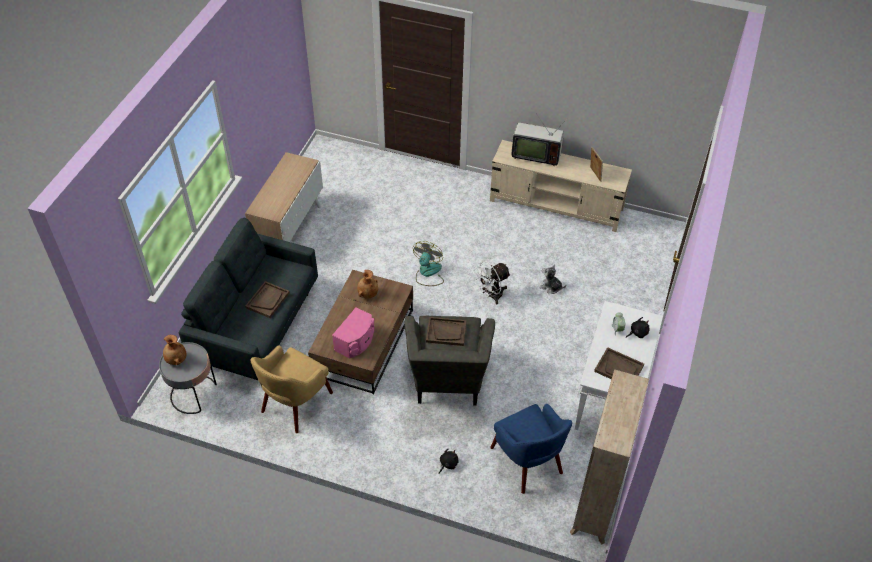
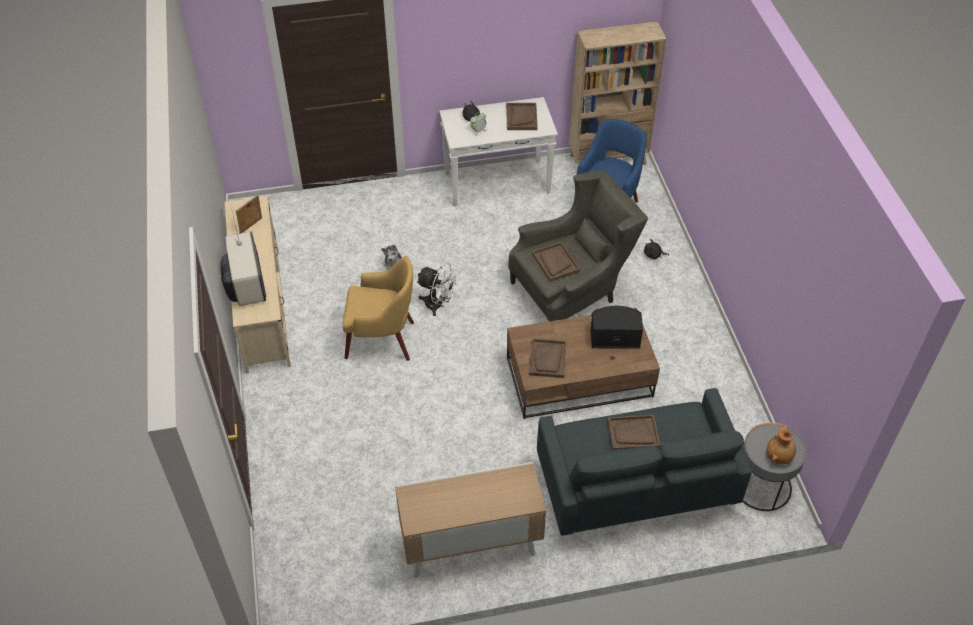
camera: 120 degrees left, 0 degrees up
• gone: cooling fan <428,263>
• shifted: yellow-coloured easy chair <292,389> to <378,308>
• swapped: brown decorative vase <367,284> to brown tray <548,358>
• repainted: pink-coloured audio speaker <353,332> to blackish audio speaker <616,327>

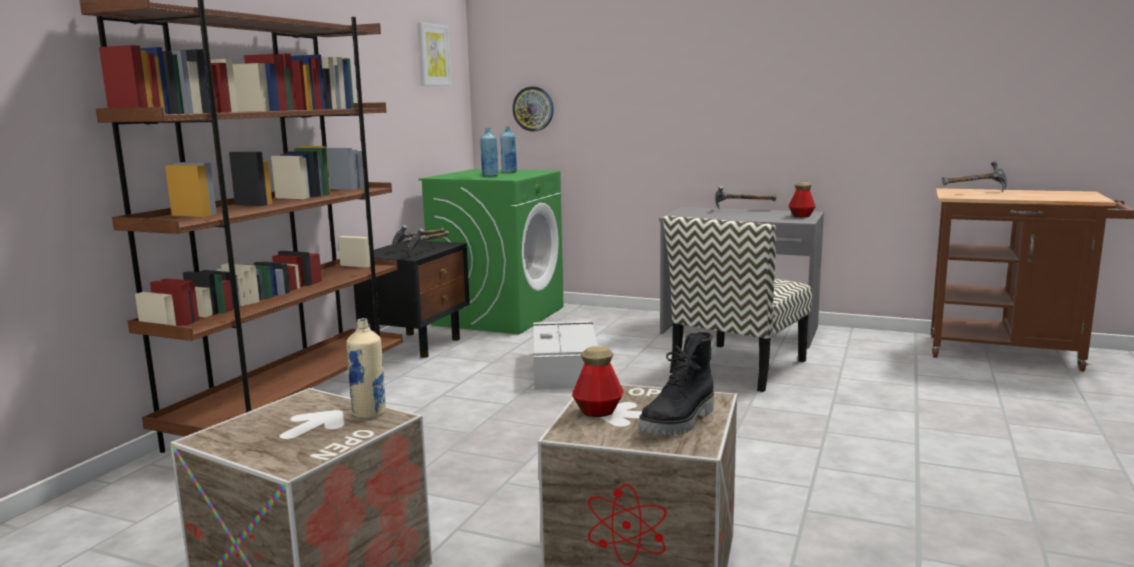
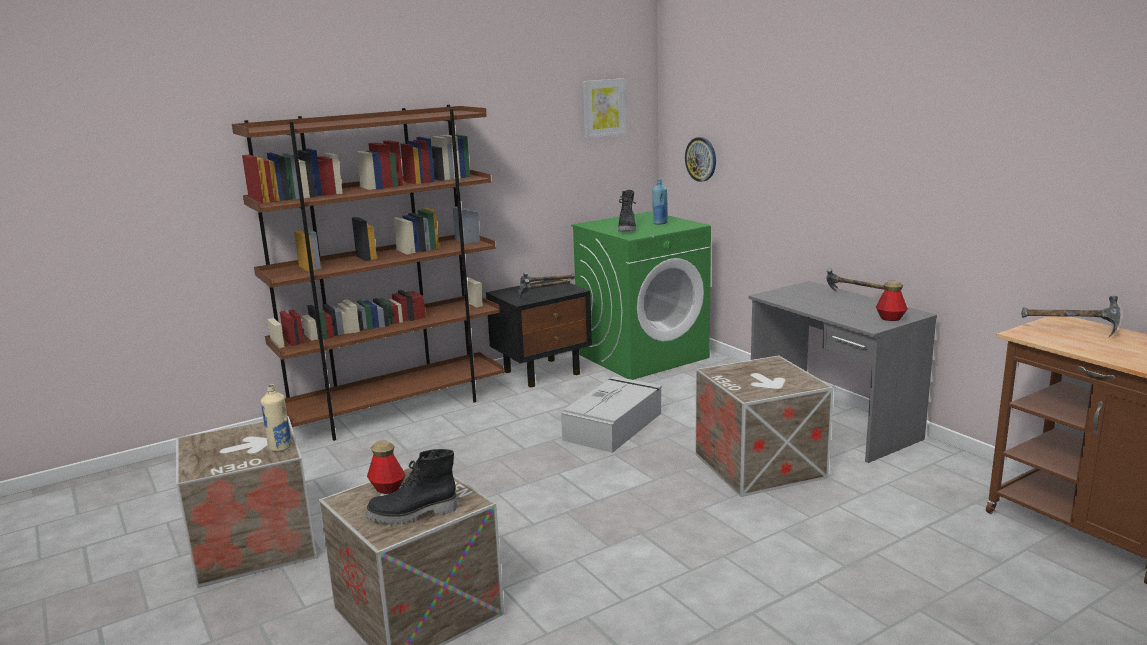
camera: 35 degrees right, 5 degrees up
• swapped: blue-coloured beverage bottle <489,152> to blackish boot <627,210>
• swapped: upright chair <737,304> to crate <764,426>

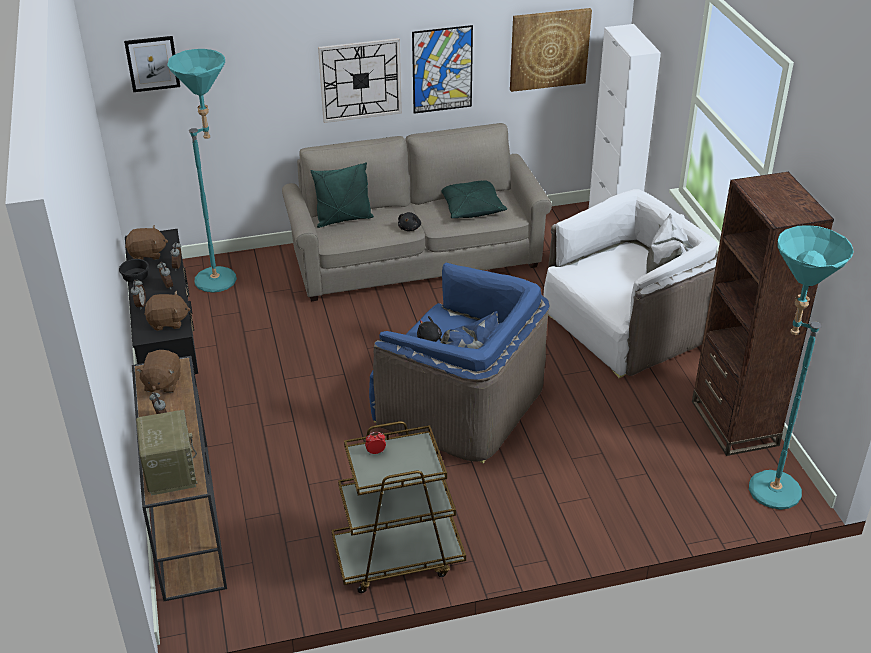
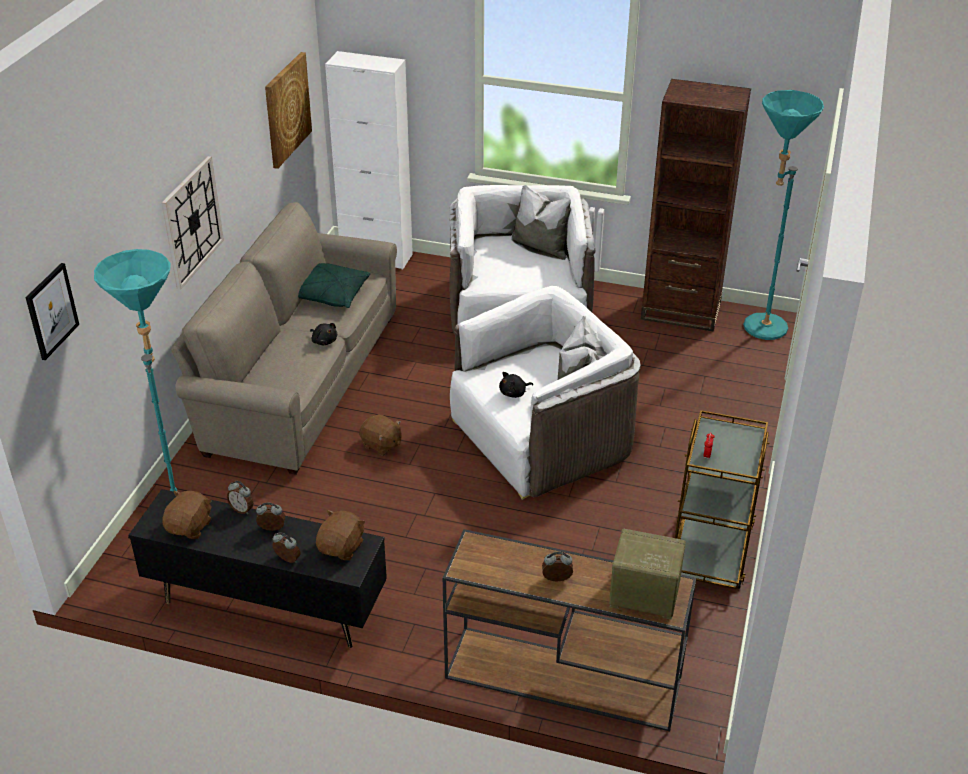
camera: 60 degrees left, 0 degrees up
• gone: blackish deep dish <134,270>
• gone: green-coloured pillow <342,195>
• gone: wall art <442,69>
• shifted: brown cuddly toy <158,371> to <380,435>
• repainted: blue-coloured easy chair <459,363> to whitish easy chair <545,393>

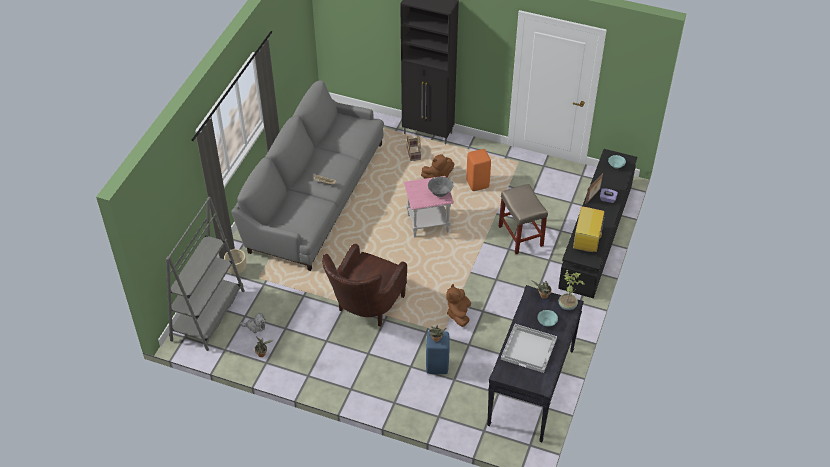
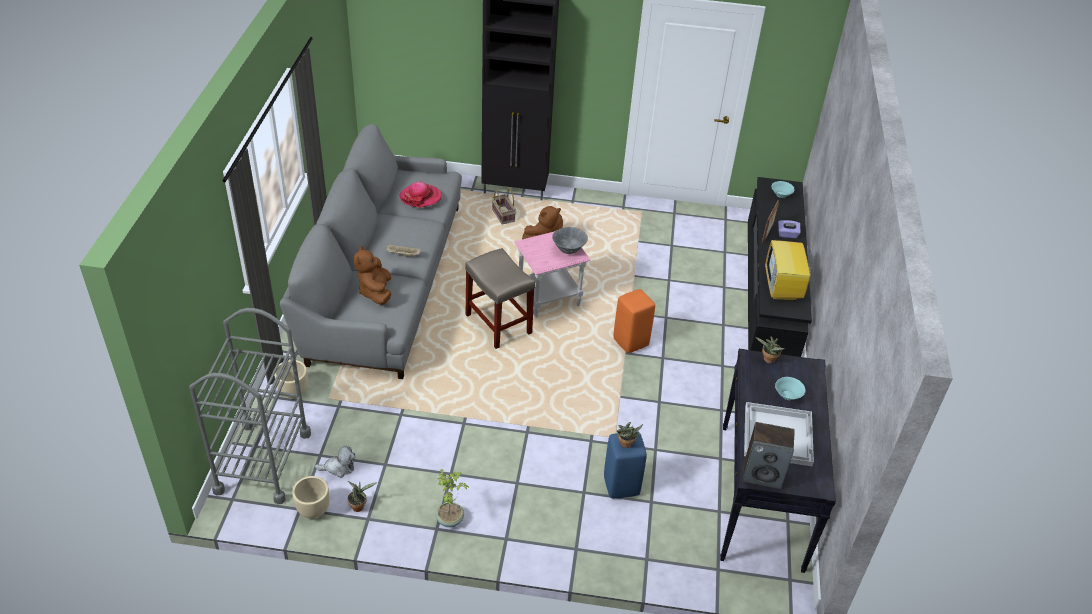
camera: 15 degrees left, 5 degrees down
• gone: brown easy chair <364,285>
• new: beige-coloured flower pot <310,497>
• new: hat <420,195>
• new: audio speaker <769,455>
• shifted: brown cuddly toy <458,305> to <372,275>
• shifted: orange stool seat <478,170> to <634,321>
• shifted: beige-coloured stool seat <523,219> to <500,298>
• shifted: potted plant <571,290> to <452,498>
• swapped: greyish shelving unit <205,274> to greyish wheeled cart <250,406>

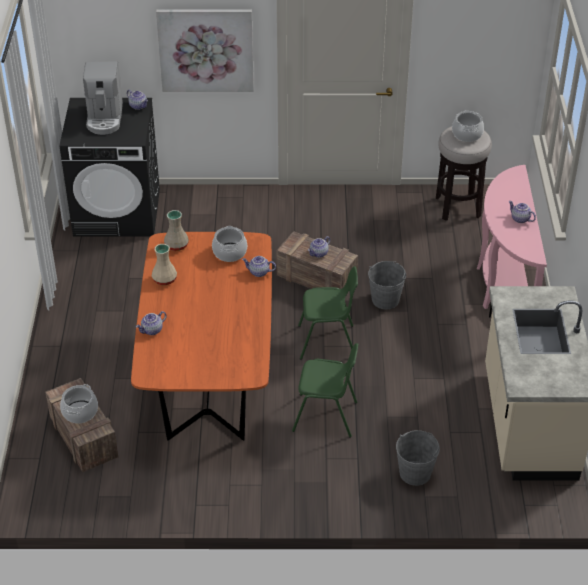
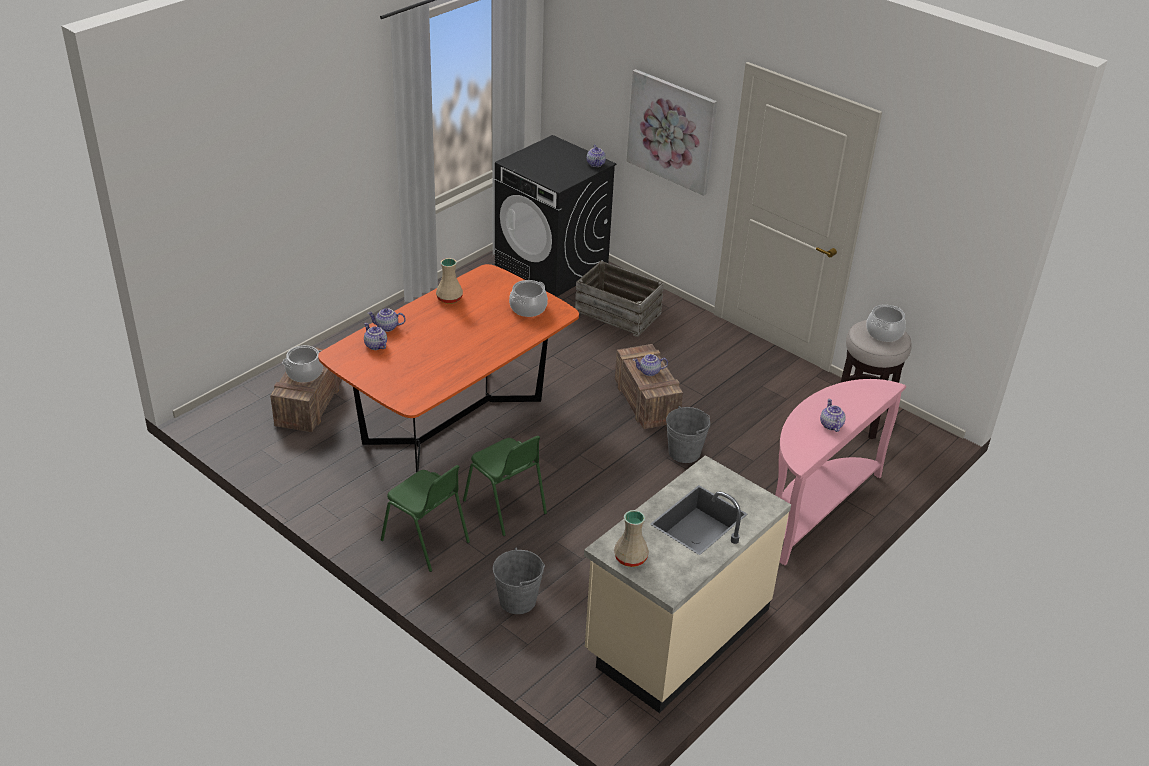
camera: 40 degrees right, 5 degrees down
• gone: coffee maker <103,98>
• new: crate <619,299>
• shifted: beige-coloured decorative vase <176,230> to <631,538>
• shifted: teapot <259,266> to <375,336>
• shifted: green-coloured upright chair <328,313> to <425,518>

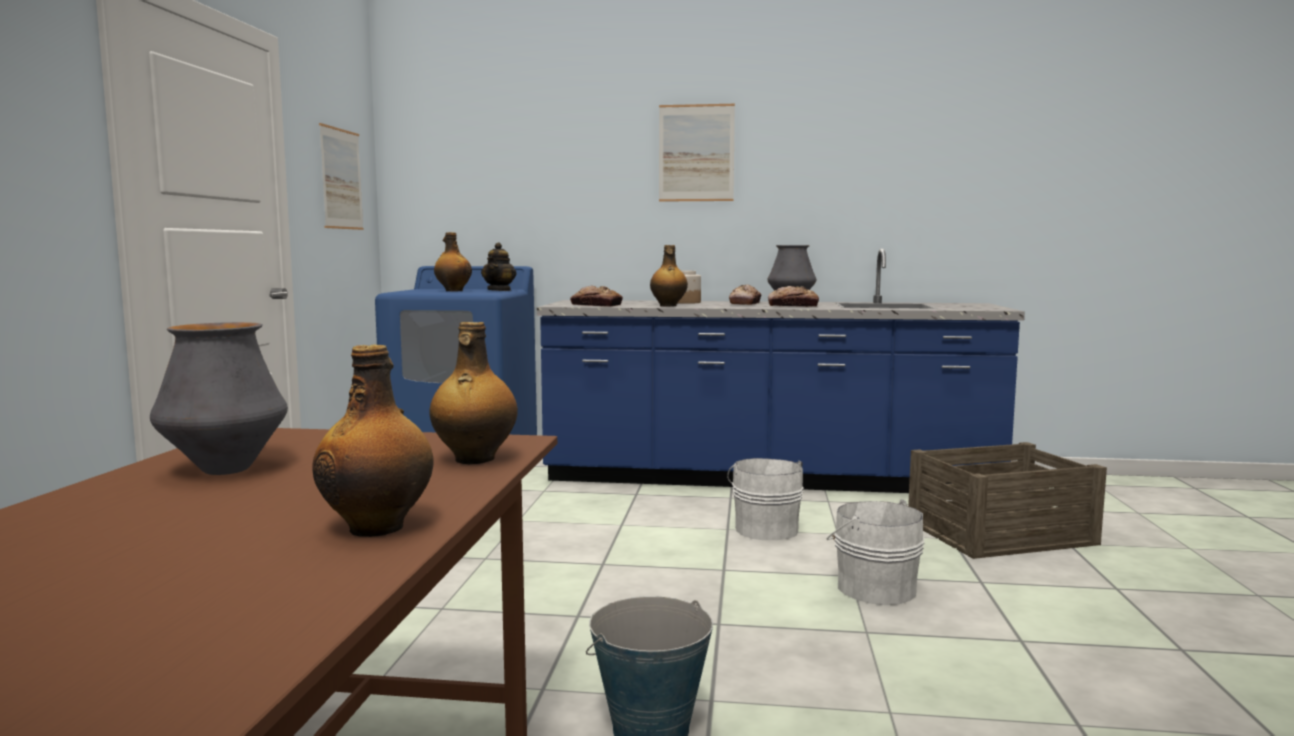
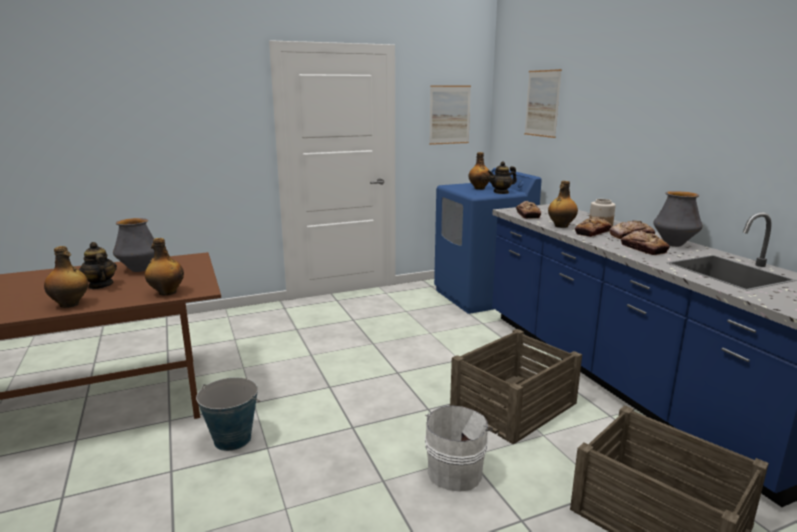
camera: 60 degrees right, 10 degrees up
• new: teapot <98,265>
• new: bread <593,227>
• shifted: wall art <697,153> to <543,103>
• swapped: whitish bucket <765,499> to crate <516,387>

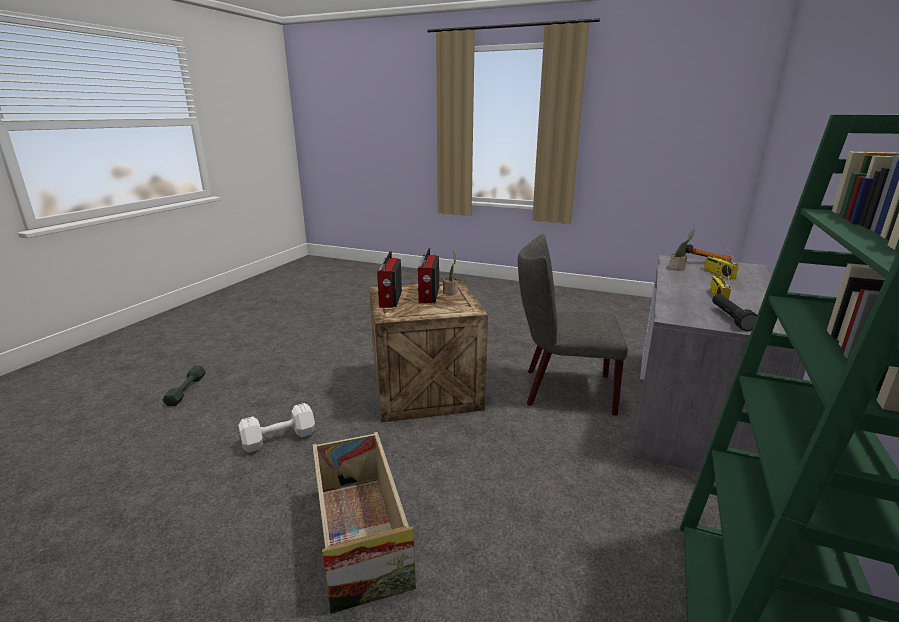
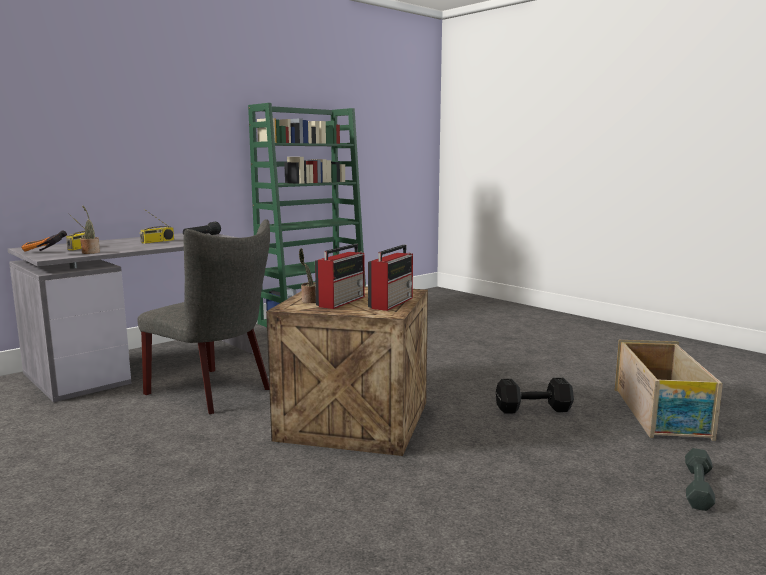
camera: 155 degrees left, 10 degrees down
• shifted: crate <364,523> to <669,390>
• repainted: whitish dumbbell <276,427> to blackish dumbbell <535,396>

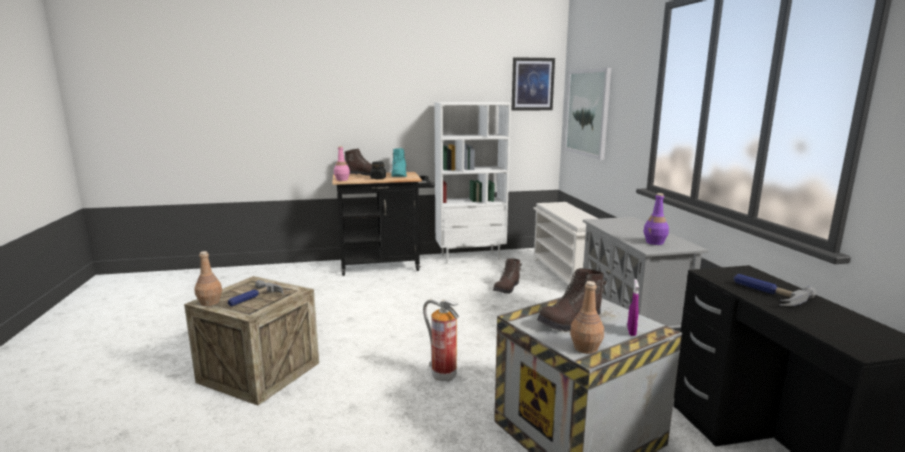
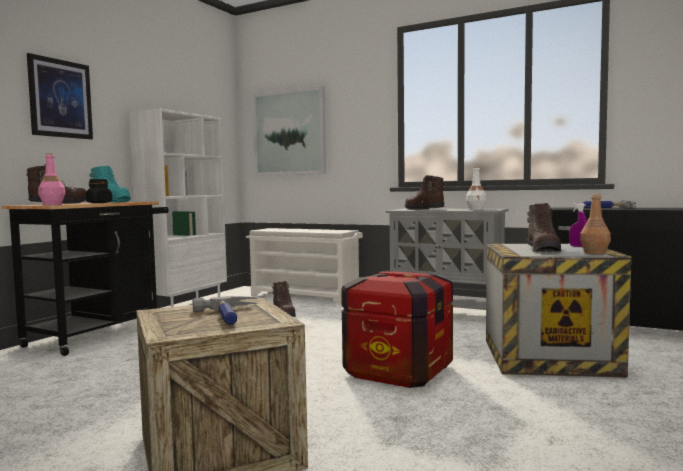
camera: 50 degrees left, 10 degrees down
• gone: brown beverage bottle <208,278>
• new: brown boot <425,192>
• shifted: wall art <533,84> to <60,96>
• swapped: extinguisher <441,341> to crate <397,329>
• repainted: purplish beverage bottle <656,219> to whitish beverage bottle <476,188>

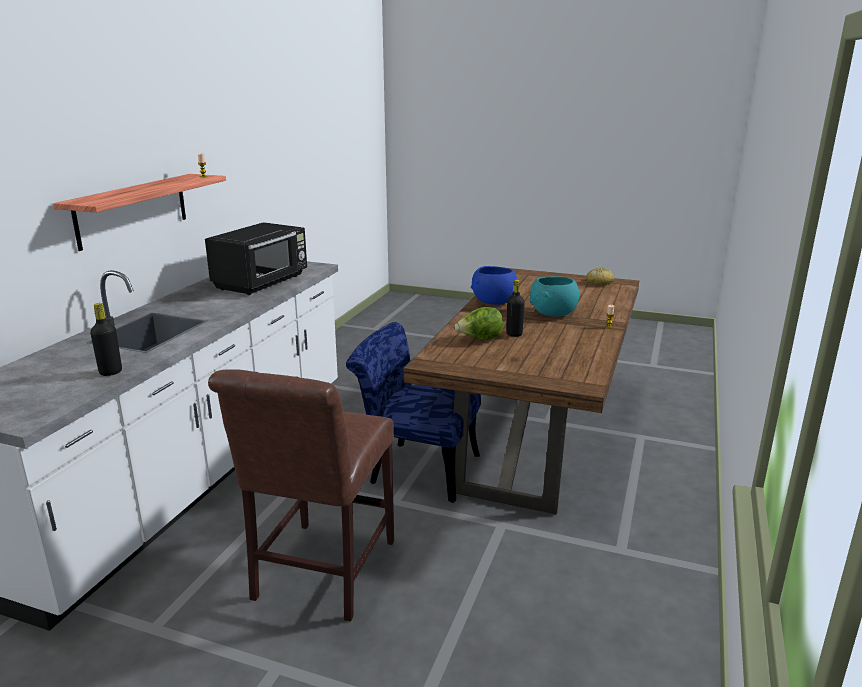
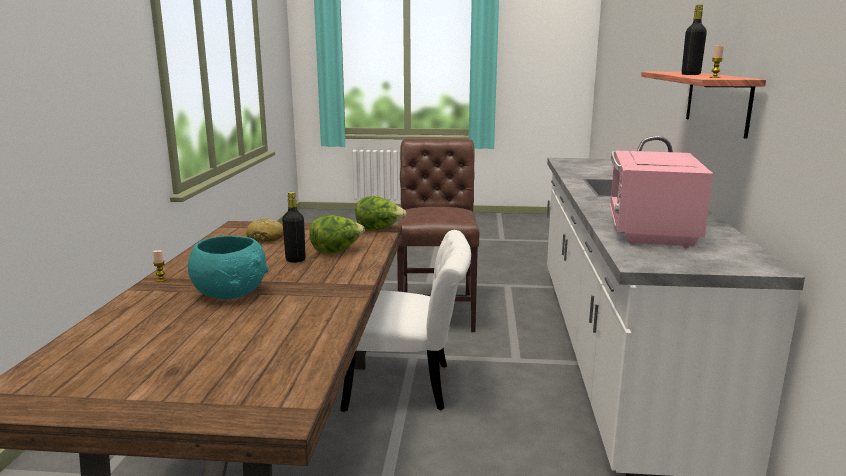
camera: 165 degrees right, 5 degrees down
• gone: blue-coloured deep dish <494,285>
• new: lettuce <381,213>
• shifted: blackish beverage bottle <106,339> to <694,40>
• shifted: bread <600,277> to <265,230>
• repainted: blackish microwave <256,258> to pink-coloured microwave <661,199>
• repainted: blue-coloured upright chair <413,412> to whitish upright chair <405,321>

